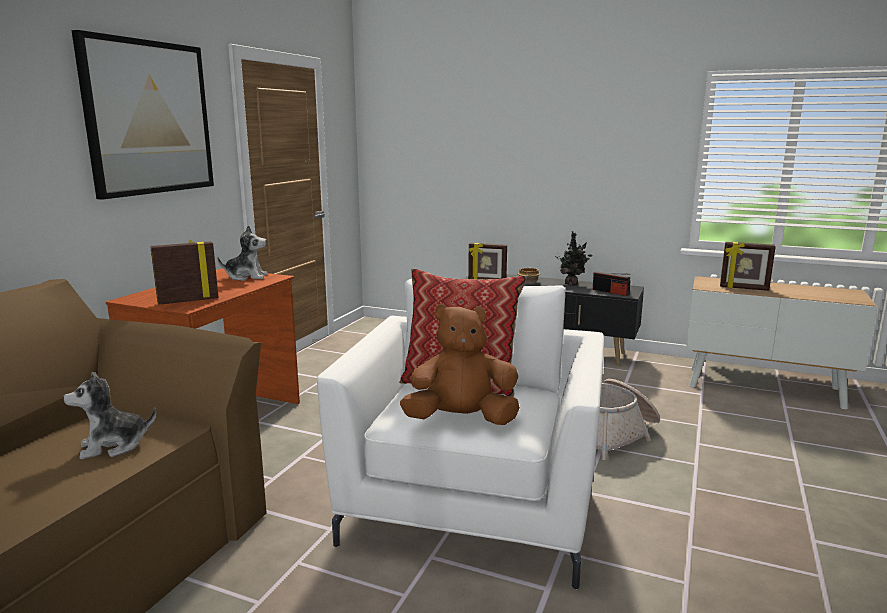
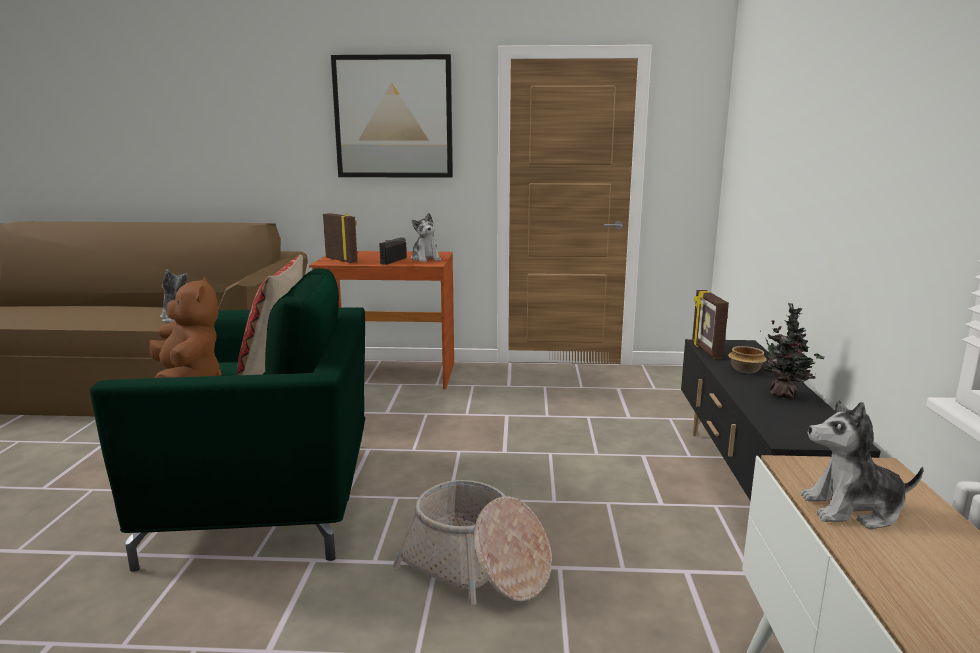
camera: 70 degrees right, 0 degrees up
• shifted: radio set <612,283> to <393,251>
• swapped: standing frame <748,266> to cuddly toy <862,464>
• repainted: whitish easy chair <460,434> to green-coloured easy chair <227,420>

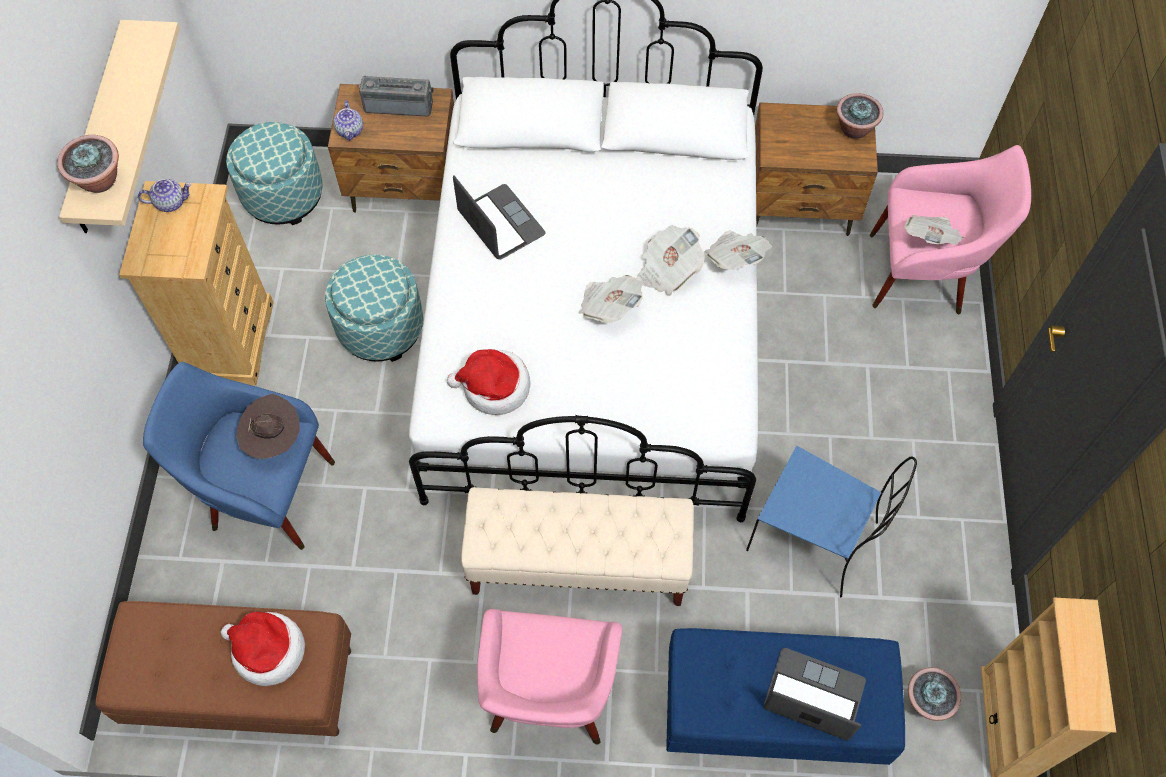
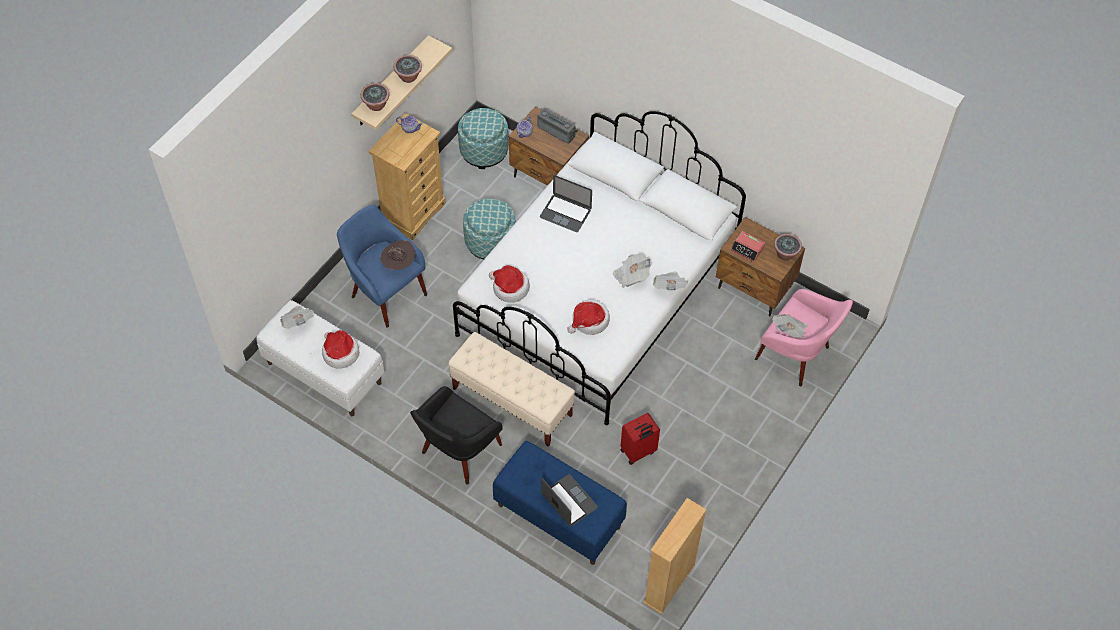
camera: 30 degrees right, 5 degrees down
• new: hat <588,317>
• new: table clock <748,246>
• shifted: newspaper <611,299> to <297,317>
• shifted: potted plant <934,694> to <407,69>
• swapped: blue-coloured upright chair <831,522> to red-coloured travel case <640,439>
• repainted: brown indoor bench <223,668> to whitish indoor bench <320,358>
• repainted: pink-coloured easy chair <549,677> to blackish easy chair <456,435>
• rotated: laptop <499,217> = <566,203> 120 degrees clockwise

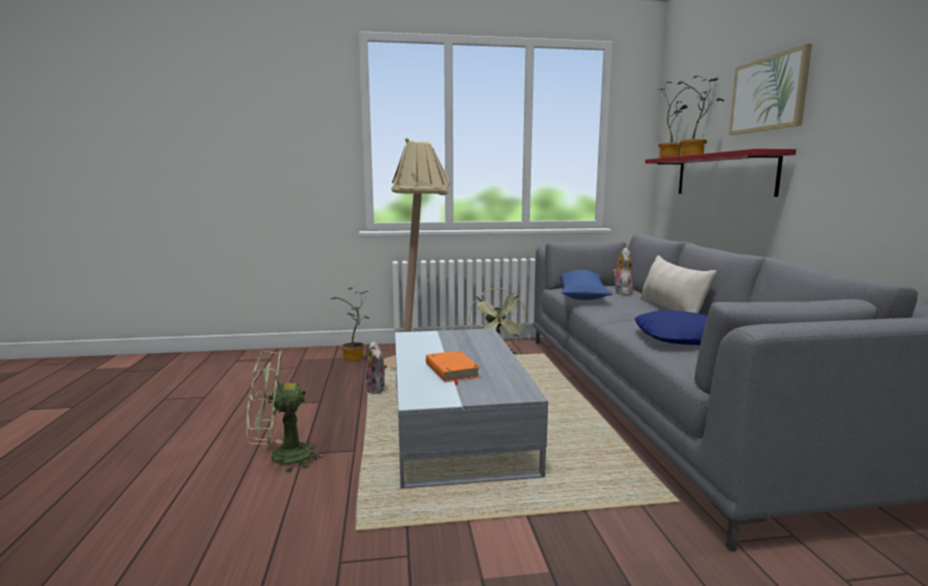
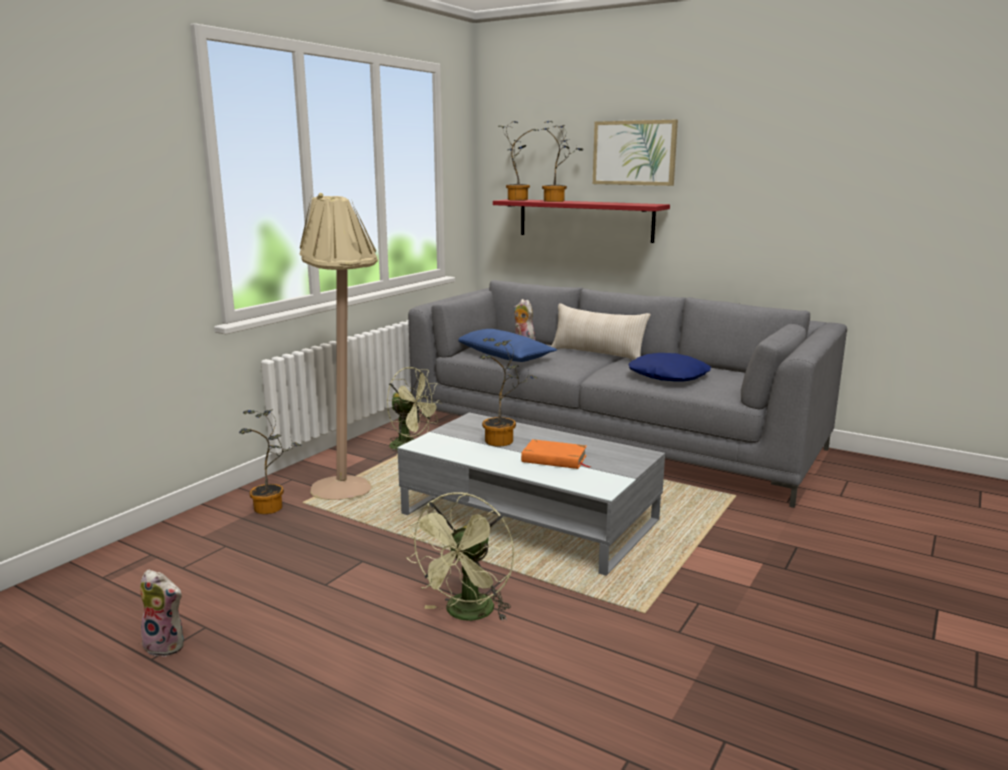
camera: 50 degrees left, 5 degrees up
• new: potted plant <509,392>
• shifted: cuddly toy <376,367> to <162,613>

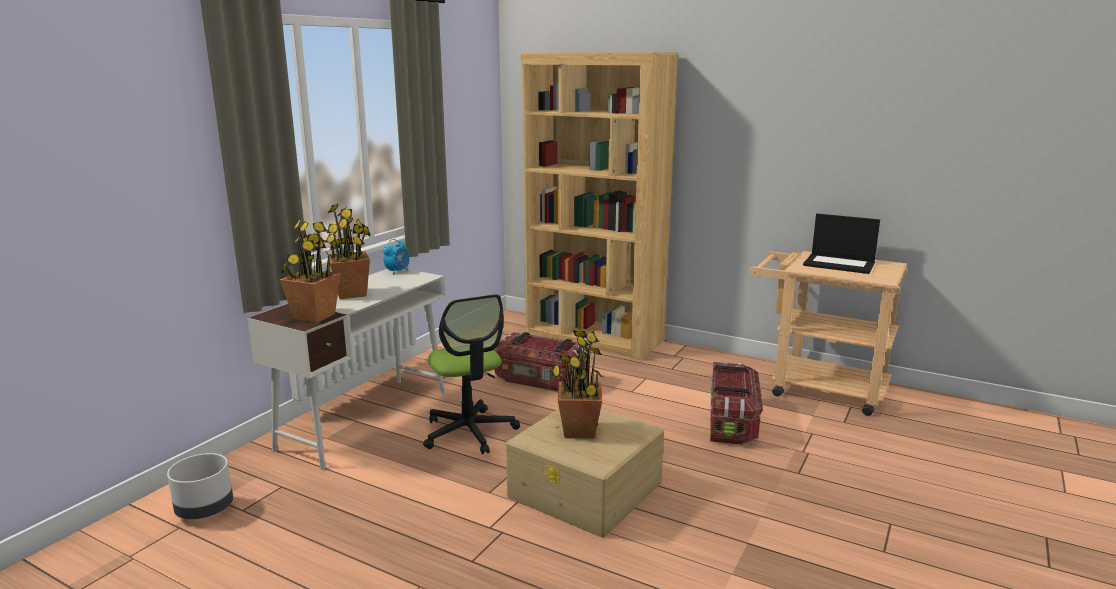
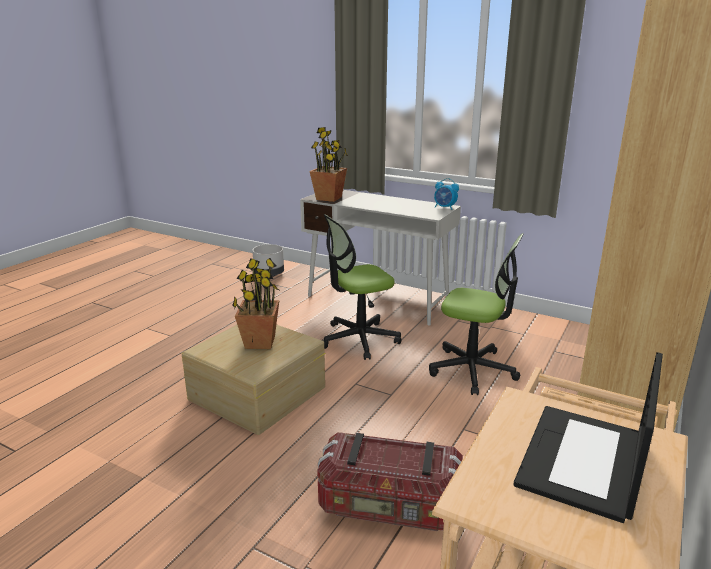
camera: 90 degrees right, 5 degrees up
• gone: potted plant <348,251>
• swapped: storage bin <541,361> to office chair <476,314>

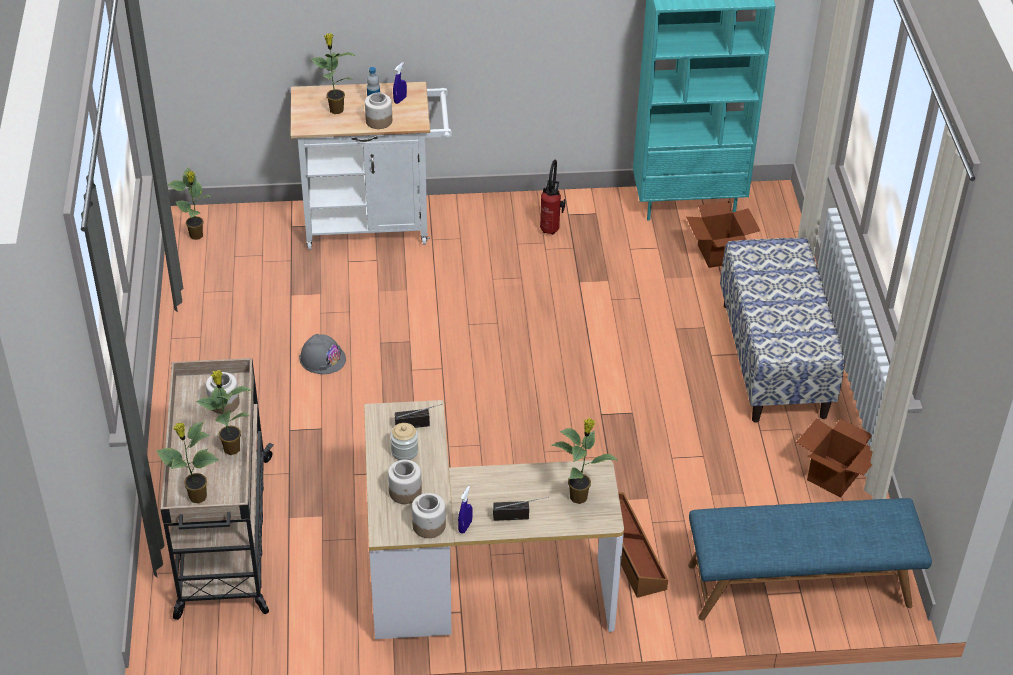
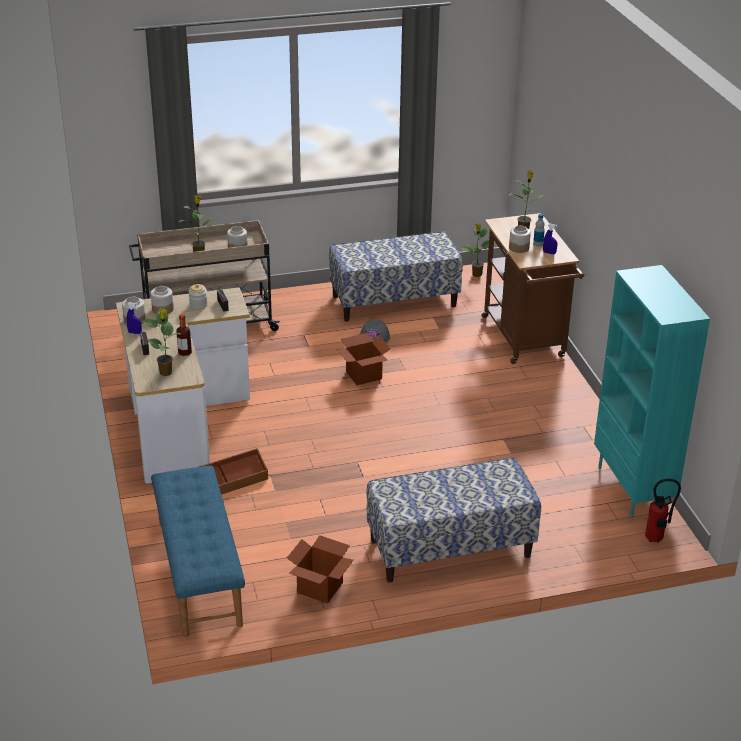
camera: 80 degrees right, 10 degrees down
• gone: potted plant <187,462>
• new: beverage bottle <184,335>
• new: indoor bench <396,276>
• shifted: extinguisher <553,197> to <663,511>
• shifted: packing box <723,234> to <364,359>
• repainted: whitish wheeled cart <371,166> to brown wheeled cart <532,288>

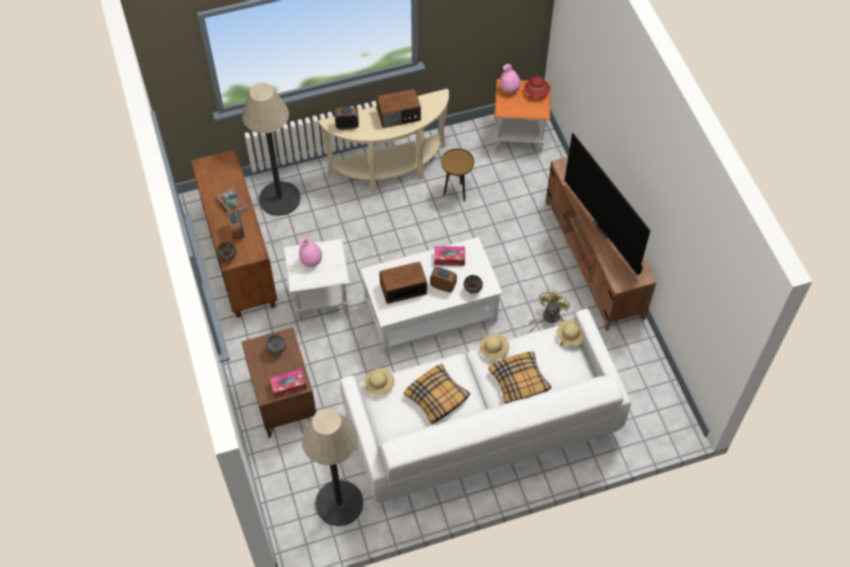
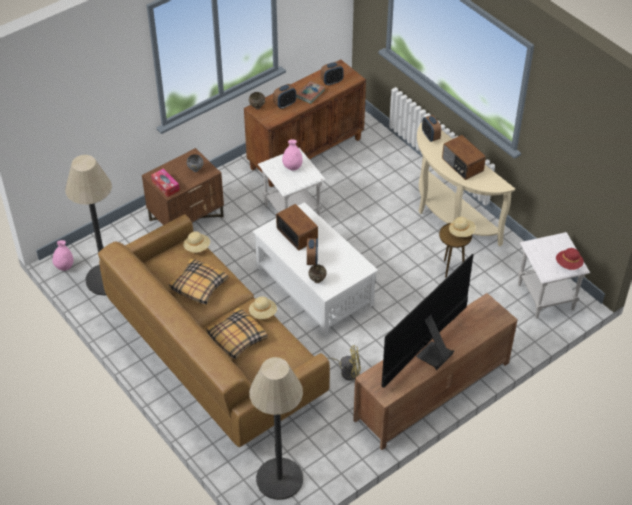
camera: 70 degrees right, 10 degrees down
• gone: box of tissues <449,256>
• new: table clock <332,74>
• shifted: standard lamp <271,149> to <276,428>
• shifted: pink-coloured decorative vase <510,79> to <62,255>
• shifted: beige-coloured hat <571,332> to <462,227>
• repainted: whitish settee <485,405> to brown settee <214,330>
• repainted: orange accent table <523,116> to whitish accent table <554,275>

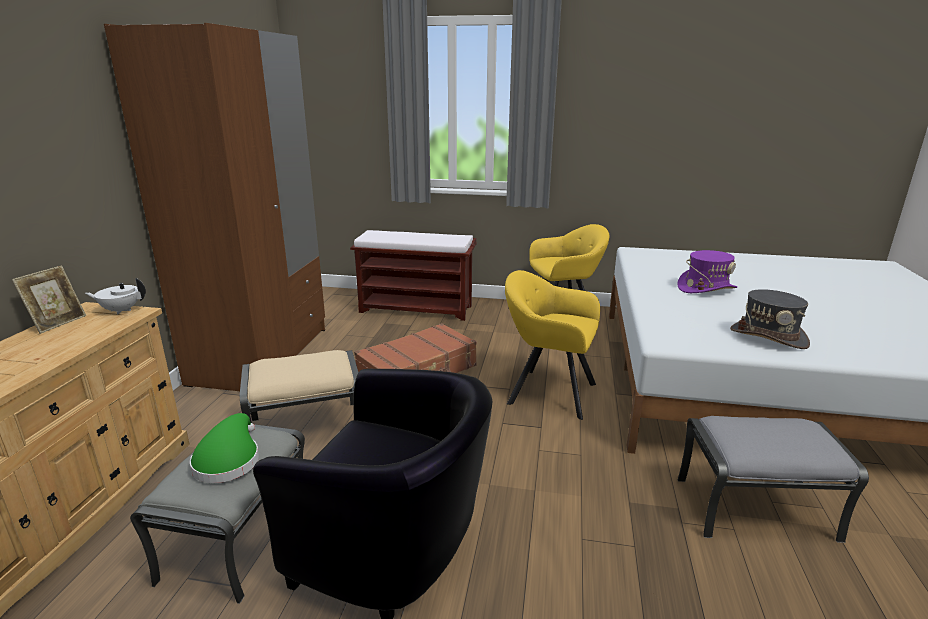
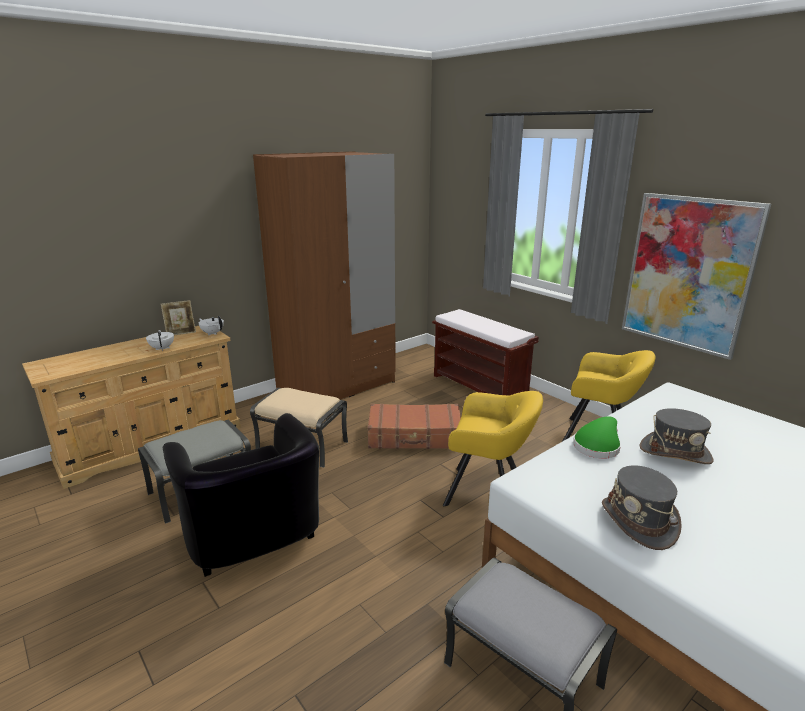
camera: 40 degrees right, 0 degrees up
• new: whitish teapot <160,340>
• new: wall art <696,276>
• shifted: green-coloured hat <224,448> to <597,437>
• repainted: purplish hat <707,271> to greyish hat <676,436>
• rotated: yellow-coloured easy chair <552,345> = <493,449> 135 degrees clockwise

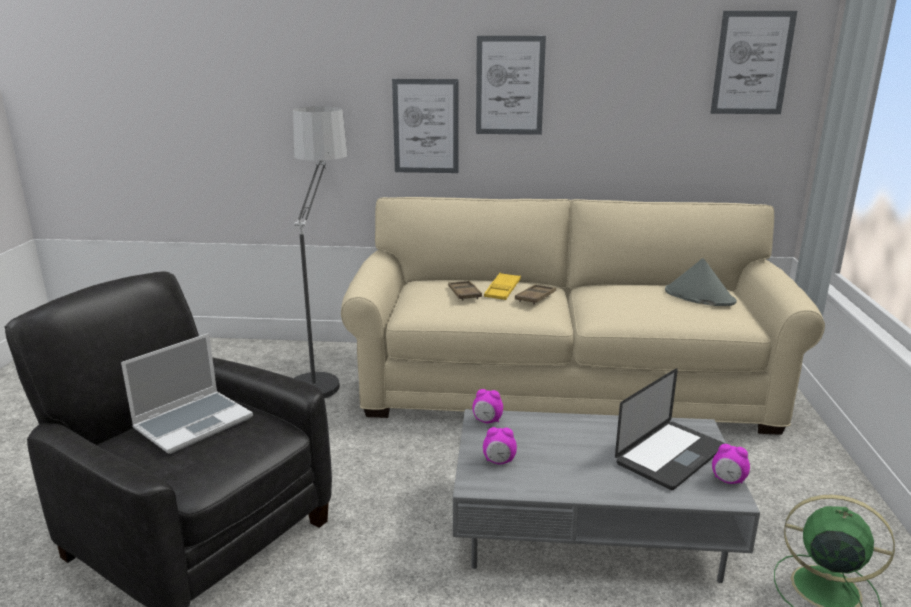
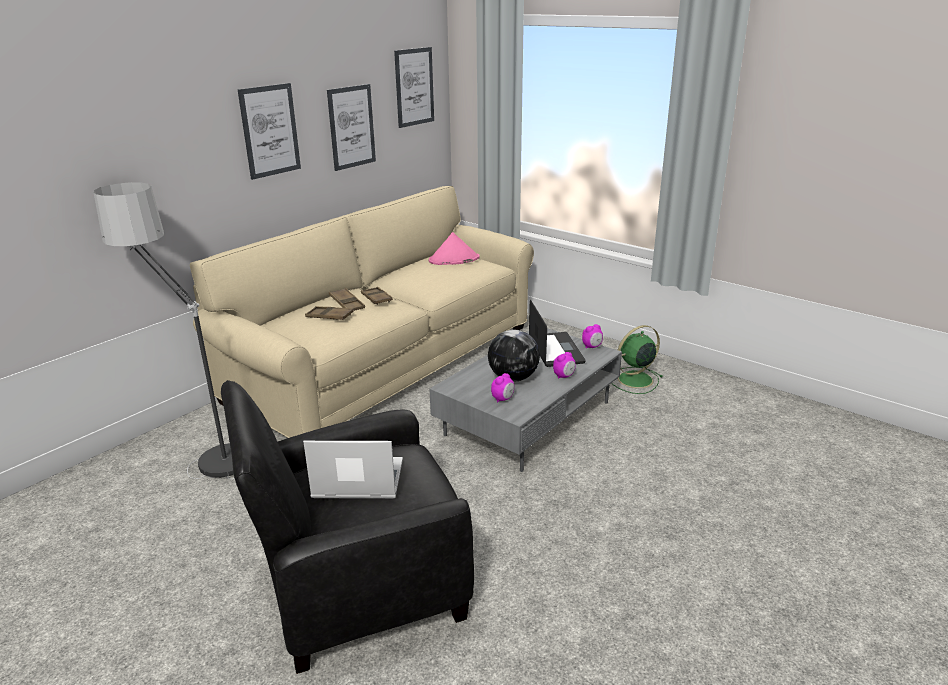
camera: 55 degrees left, 5 degrees up
• new: desk globe <514,356>
• shifted: wall art <425,126> to <351,127>
• shifted: table clock <487,406> to <564,365>
• repainted: yellow-coloured tray <502,286> to brown tray <347,299>
• repainted: greyish hat <701,282> to pink-coloured hat <454,248>
• rotated: laptop <187,393> = <353,470> 75 degrees counterclockwise

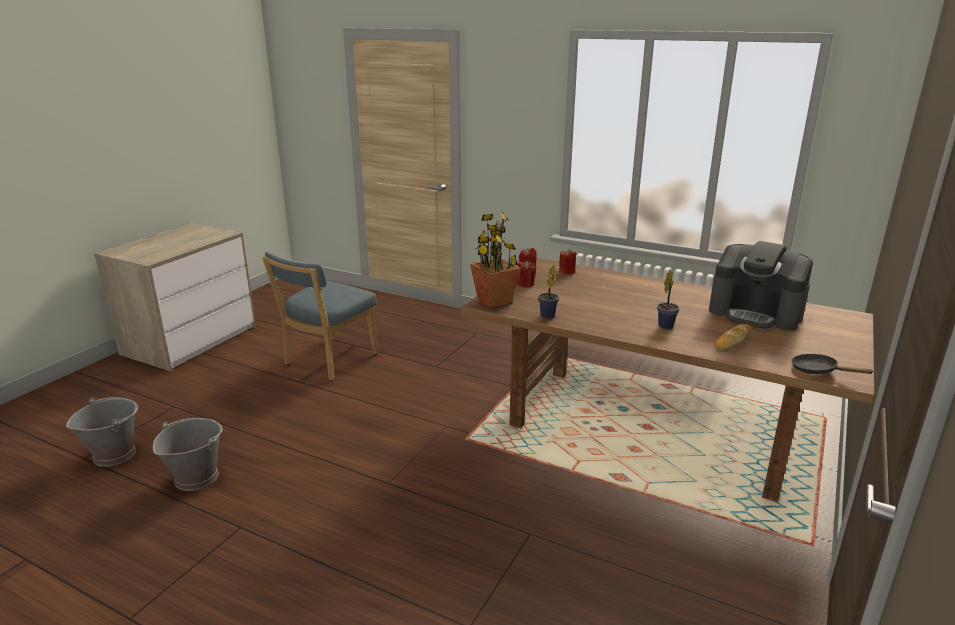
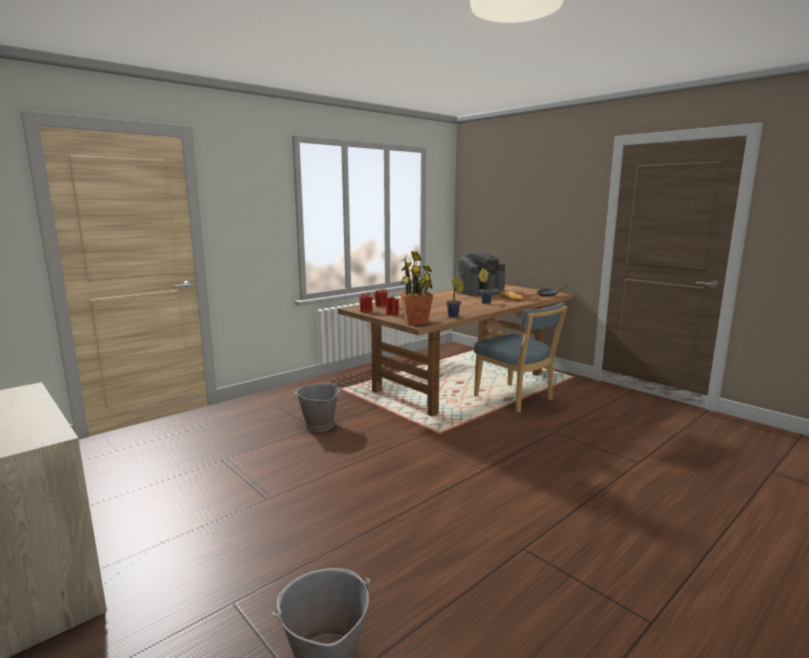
camera: 70 degrees left, 10 degrees down
• shifted: greyish bucket <188,454> to <317,407>
• shifted: blue-coloured upright chair <320,316> to <520,357>

